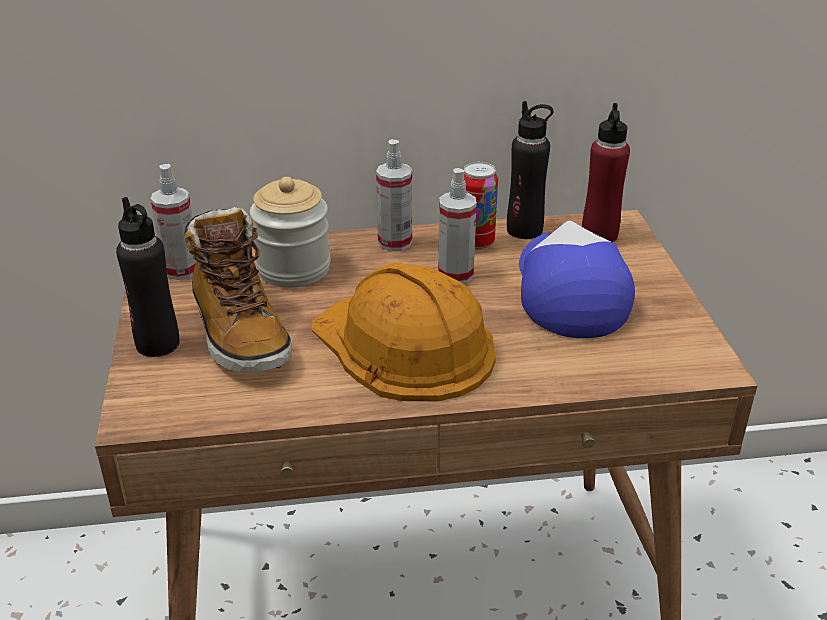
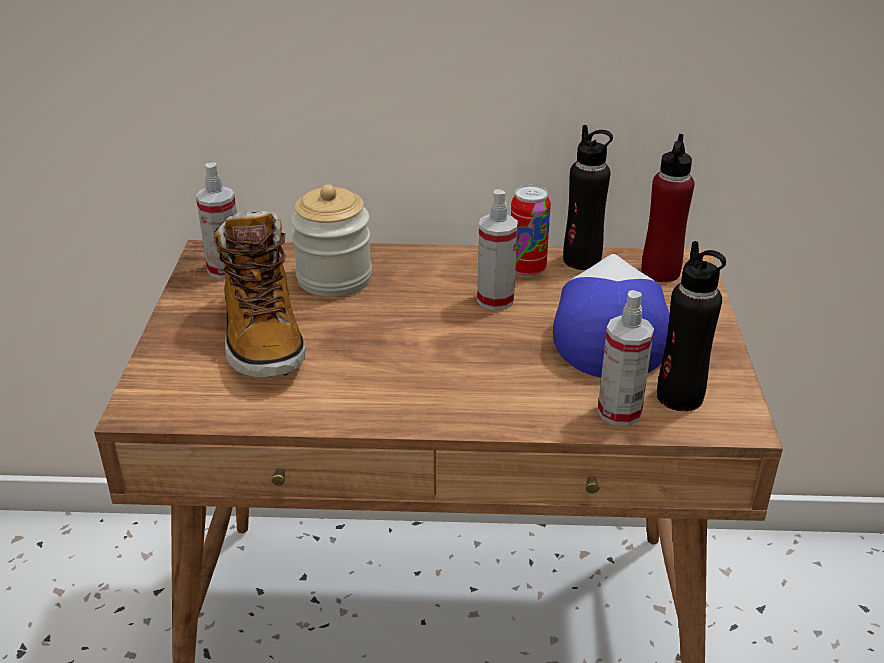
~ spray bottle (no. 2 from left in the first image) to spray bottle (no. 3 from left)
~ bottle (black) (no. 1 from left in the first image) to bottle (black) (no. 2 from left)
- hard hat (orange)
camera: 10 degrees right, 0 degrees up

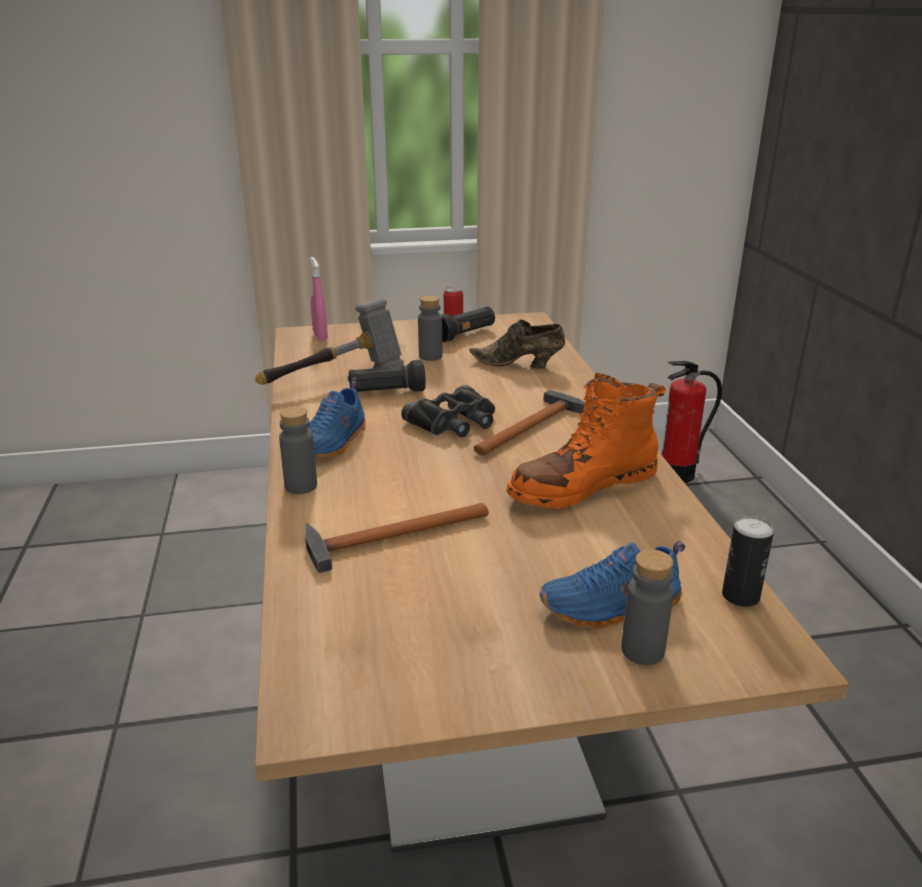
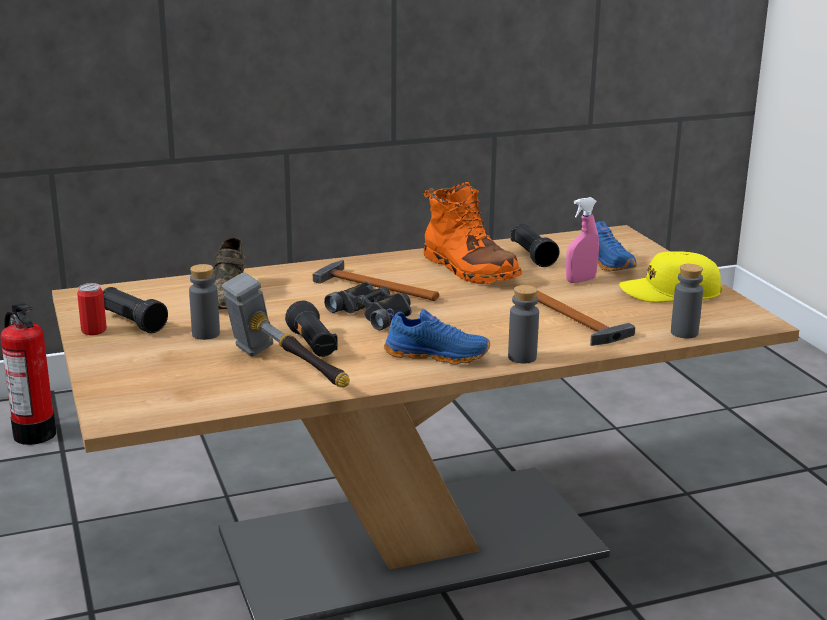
+ flashlight (black) (no. 3 from left)
~ spray bottle (pink)
+ cap (yellow)
~ bottle (grey) (no. 3 from left)
- can (no. 2 from left)
camera: 100 degrees left, 5 degrees down

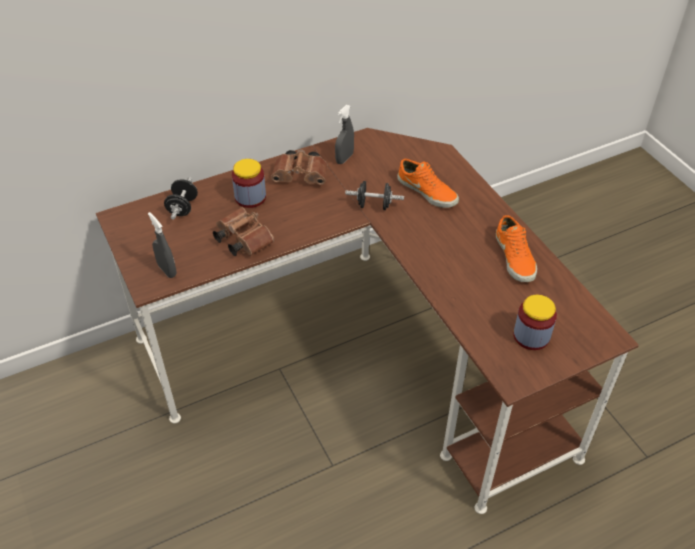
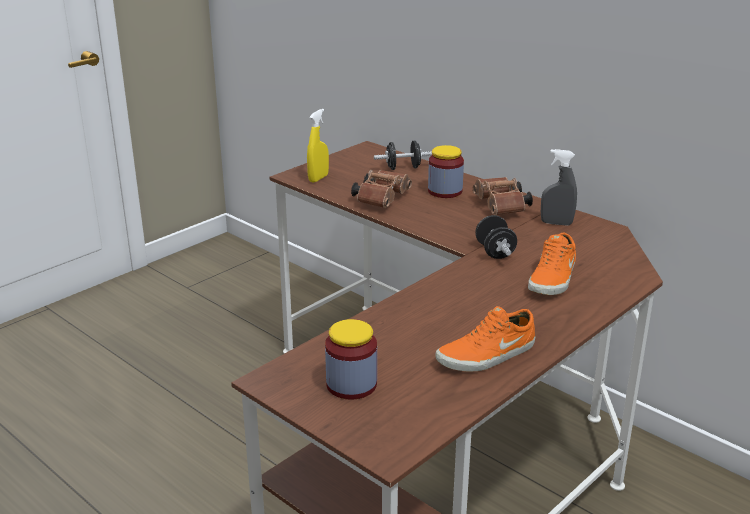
~ spray bottle (grey) (no. 1 from left) to spray bottle (yellow)
camera: 70 degrees right, 20 degrees down

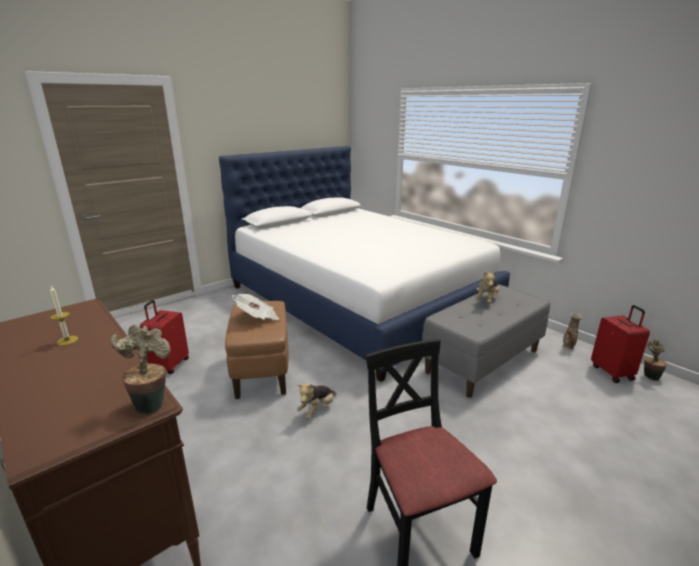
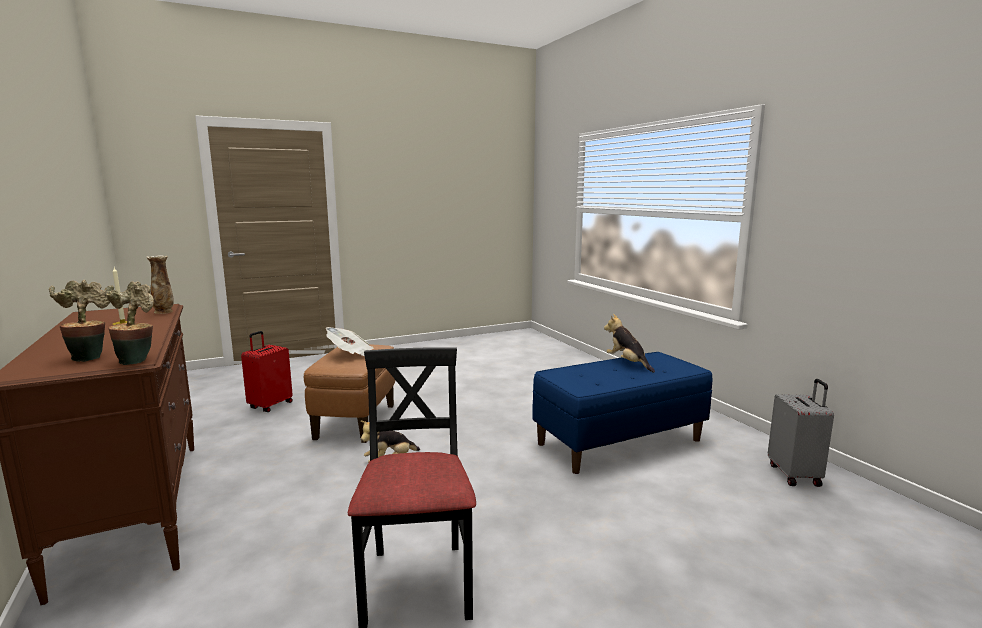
~ potted plant (no. 2 from left in the first image) to potted plant (no. 1 from left)
~ vase
~ bench (grey) to bench (blue)
~ plush toy (no. 2 from left) 105 degrees clockwise
~ suitcase (red) (no. 2 from left) to suitcase (grey)
- bed (white)
camera: 15 degrees right, 10 degrees down

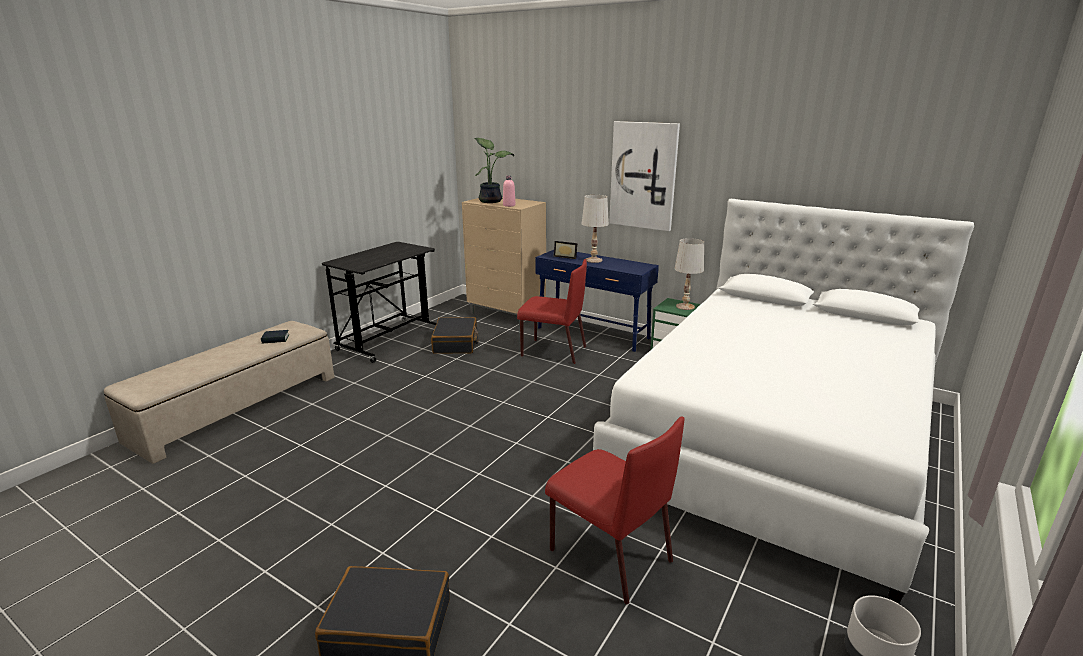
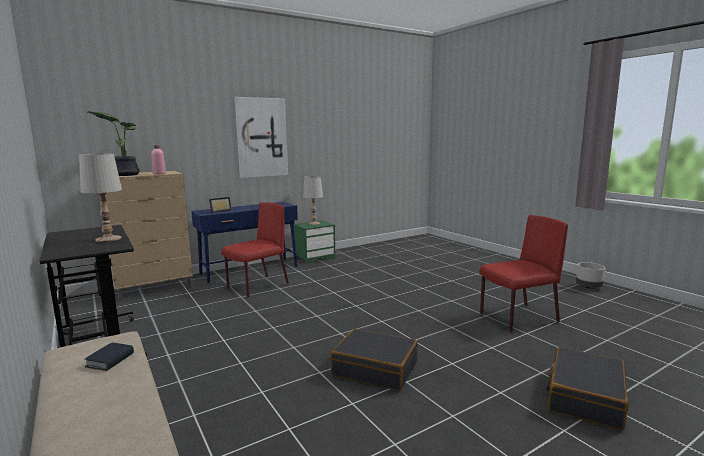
~ table lamp (white) (no. 1 from left)
~ suitcase (black) (no. 2 from left in the first image) to suitcase (black) (no. 1 from left)
- bed (white)
camera: 65 degrees left, 10 degrees down

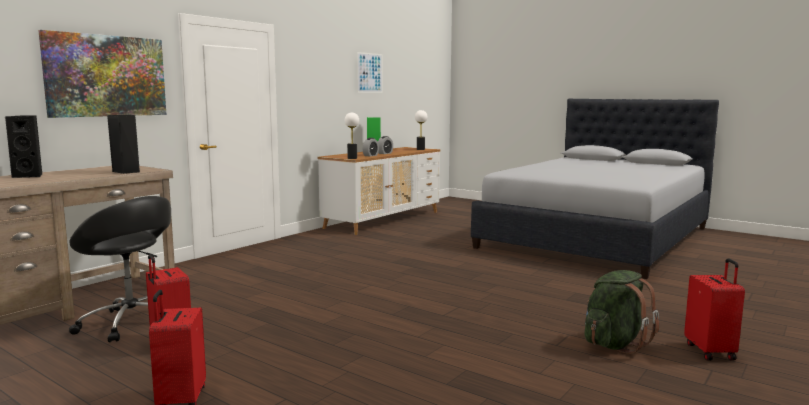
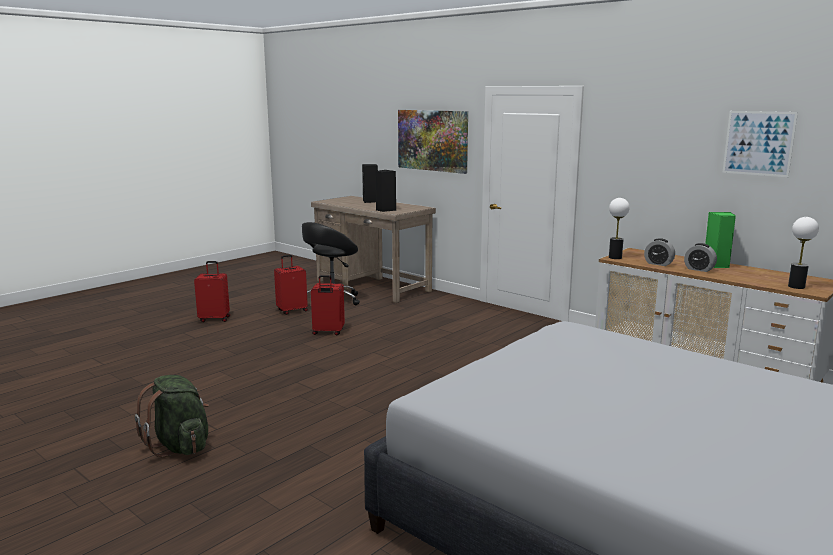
~ suitcase (red) (no. 3 from left)
camera: 95 degrees right, 5 degrees up

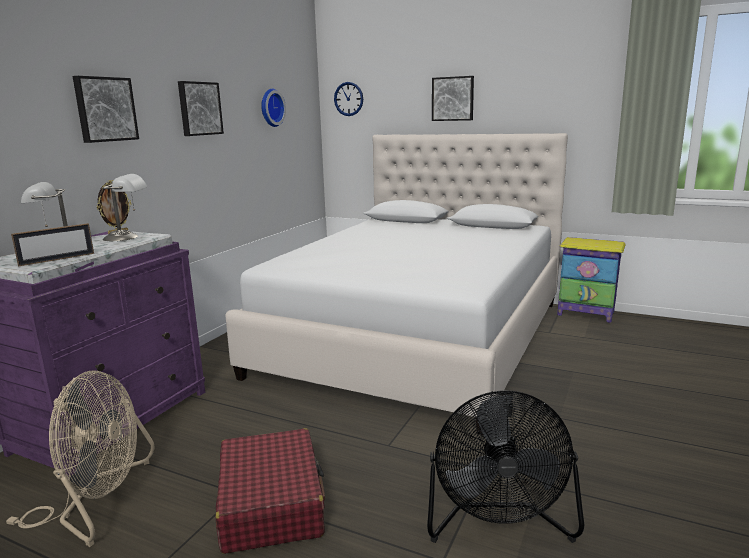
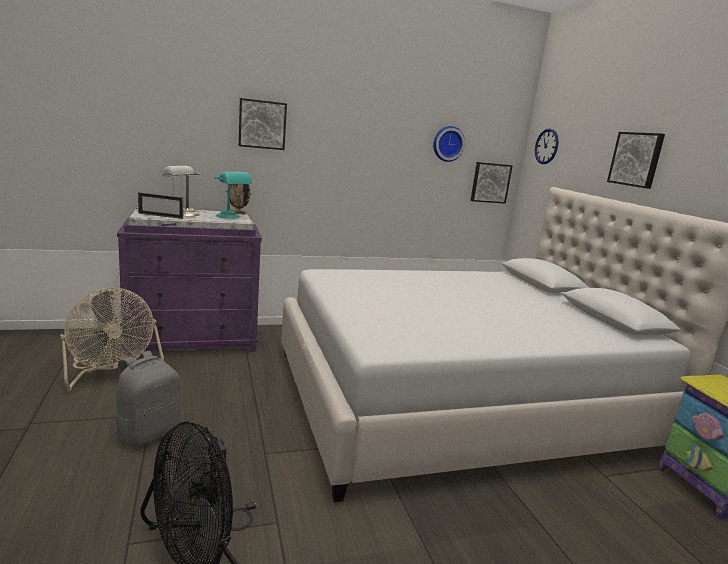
~ suitcase (red) to backpack (grey)
~ table lamp (white) (no. 2 from left) to table lamp (turquoise)
~ picture (no. 2 from left)
camera: 45 degrees right, 0 degrees up

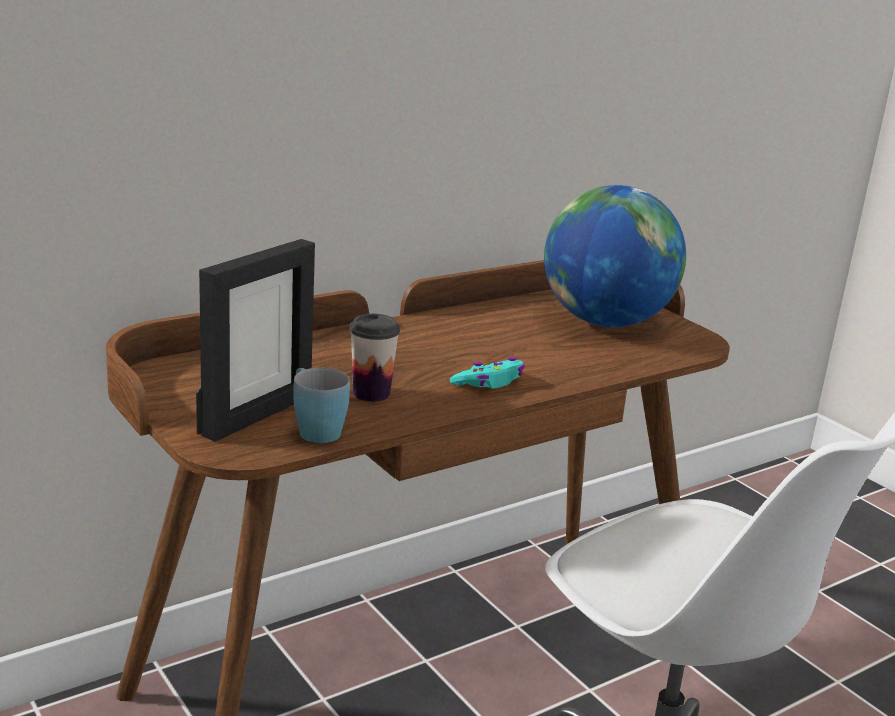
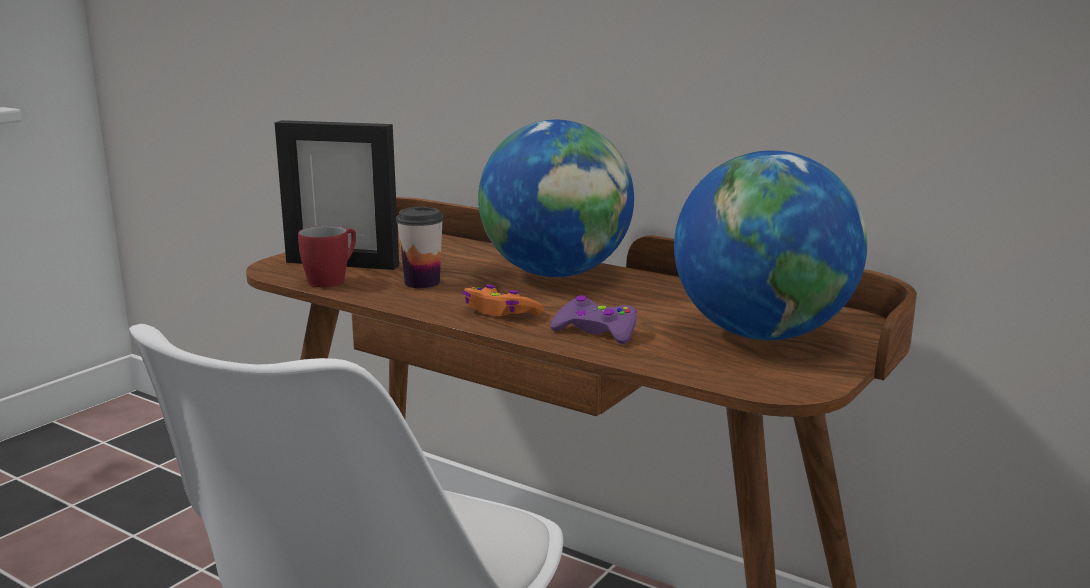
~ mug (blue) to mug (red)
~ game controller (turquoise) to game controller (orange)
+ globe (no. 1 from left)
+ game controller (purple)
camera: 70 degrees right, 5 degrees down

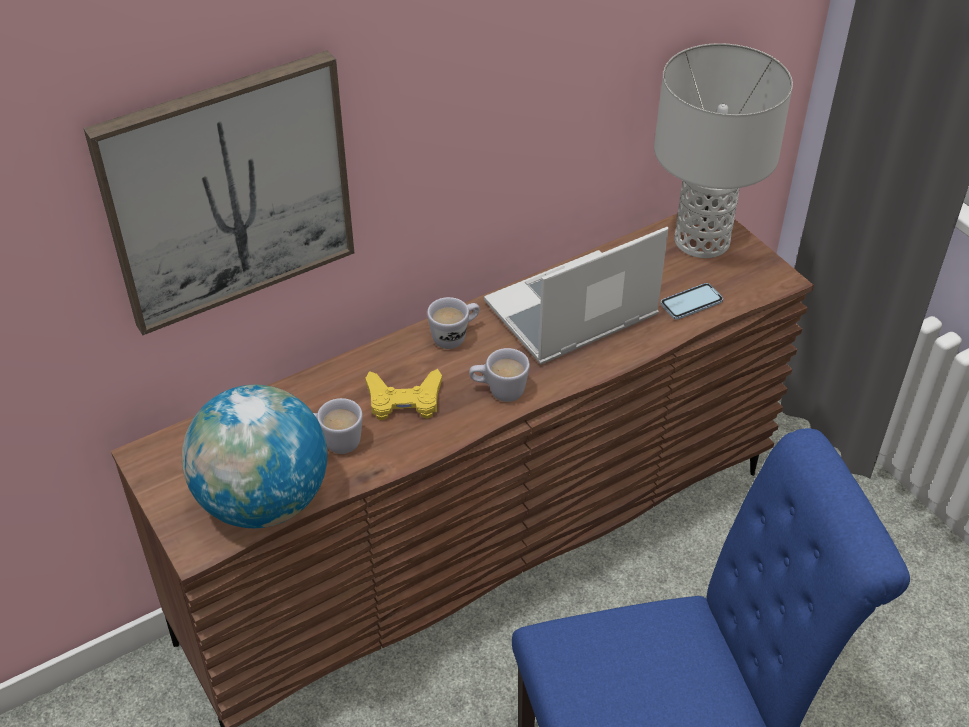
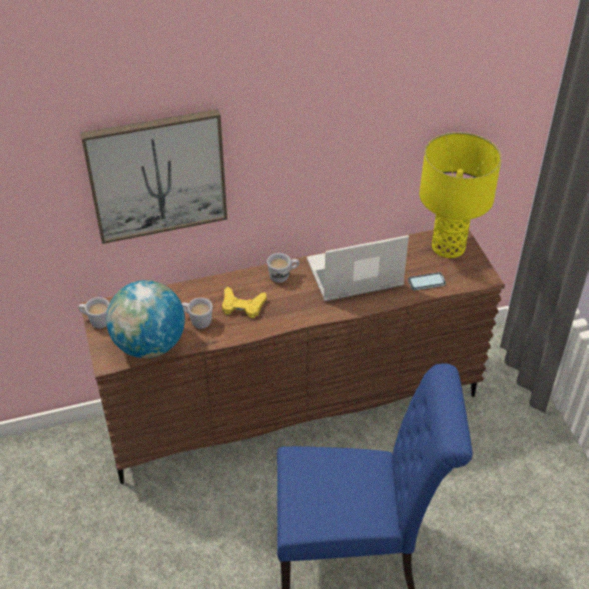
~ mug (white) (no. 3 from left in the first image) to mug (white) (no. 1 from left)
~ table lamp (white) to table lamp (yellow)
camera: 15 degrees right, 0 degrees up

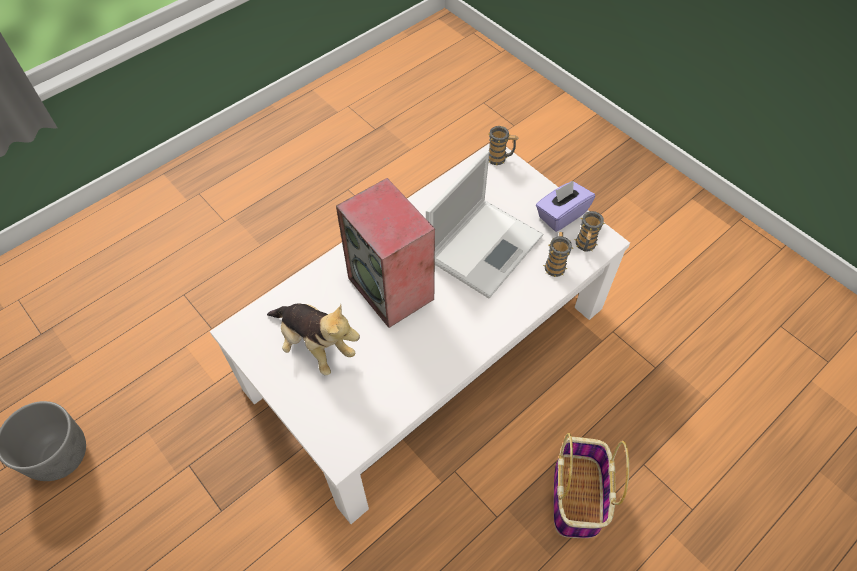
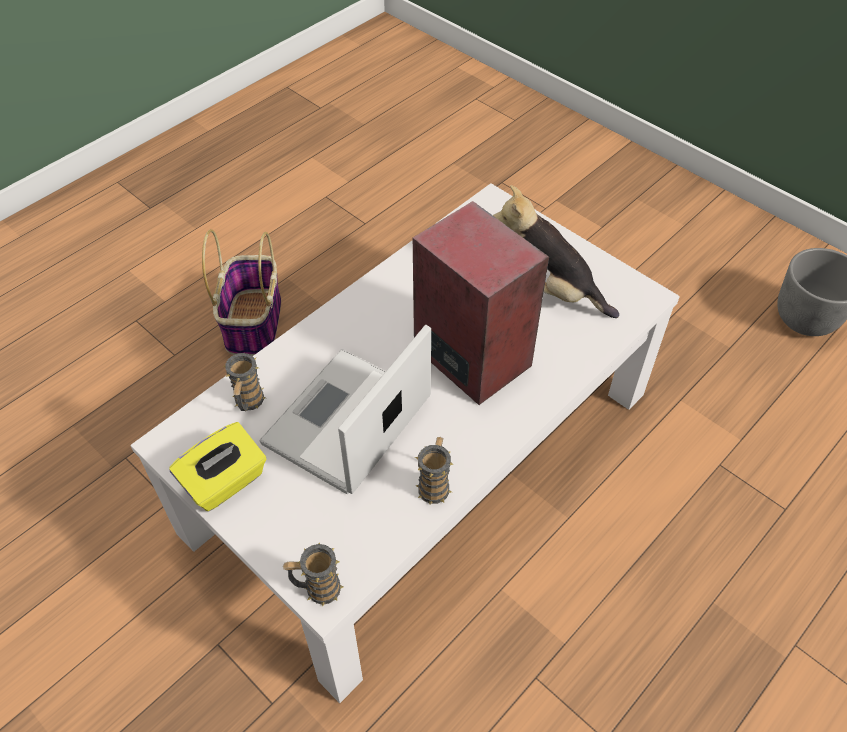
~ tissue box (purple) to tissue box (yellow)
~ mug (no. 3 from left)
camera: 175 degrees right, 5 degrees down

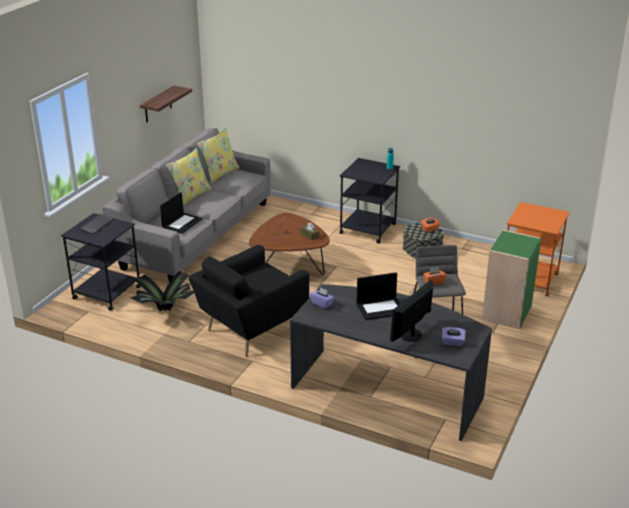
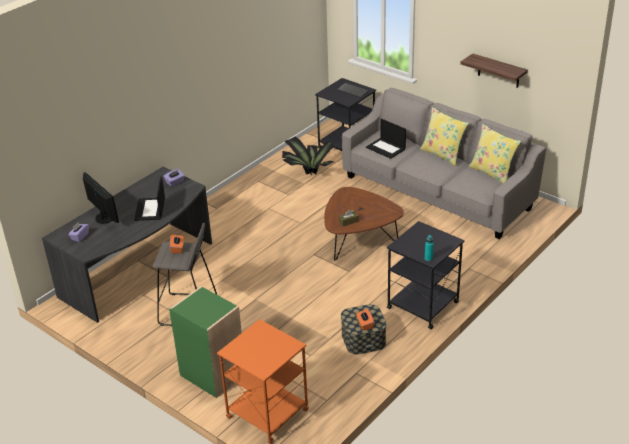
- armchair (black)
camera: 105 degrees right, 5 degrees up

